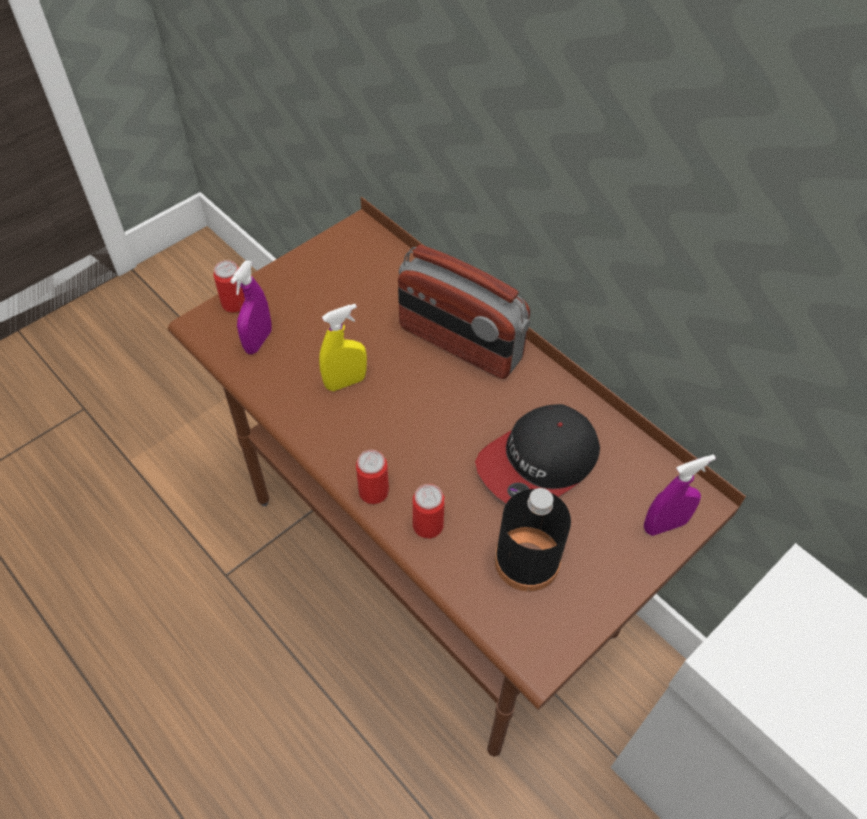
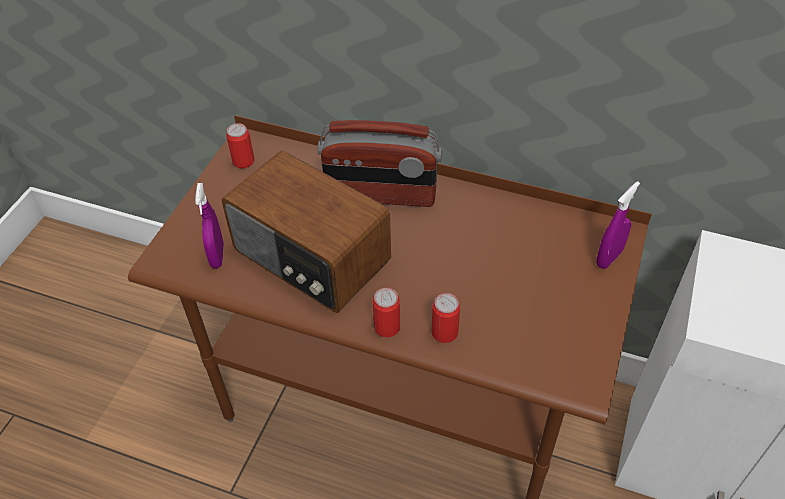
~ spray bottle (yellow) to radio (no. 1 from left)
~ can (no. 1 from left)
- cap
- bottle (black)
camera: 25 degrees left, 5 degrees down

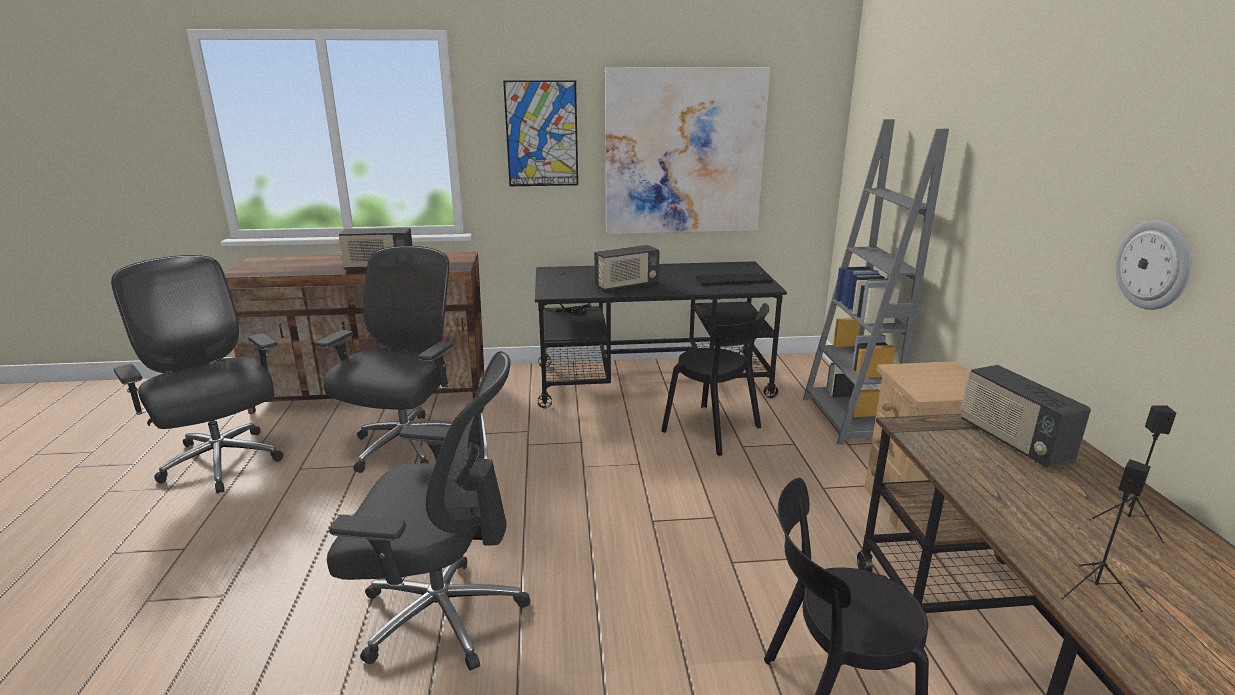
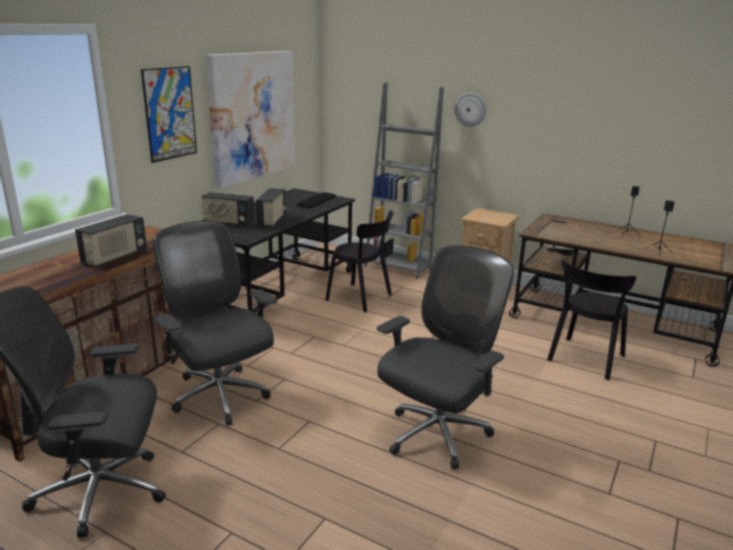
~ radio (no. 3 from left in the first image) to radio (no. 2 from left)
~ chair (black) (no. 1 from left) 45 degrees clockwise
~ wall clock
camera: 55 degrees left, 0 degrees up

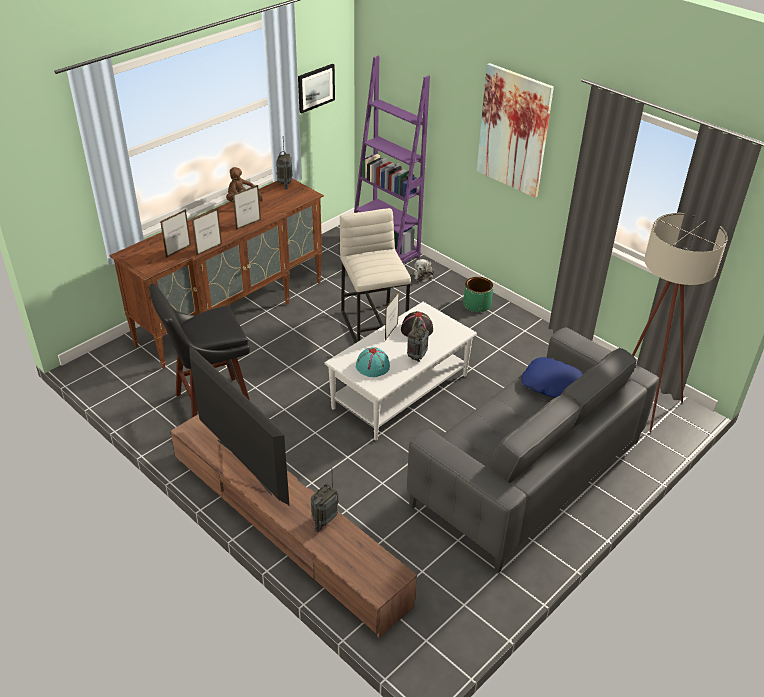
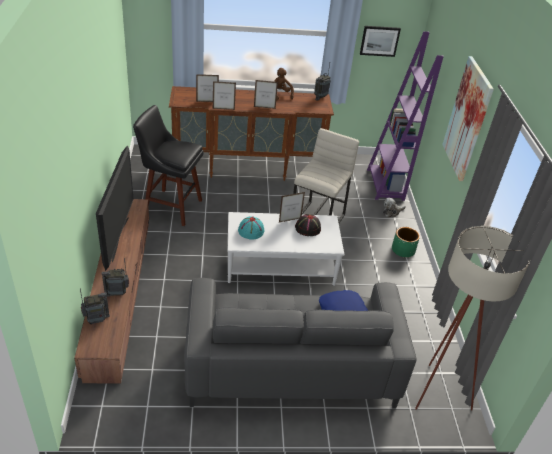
~ radio (no. 3 from left in the first image) to radio (no. 1 from left)
camera: 40 degrees right, 0 degrees up

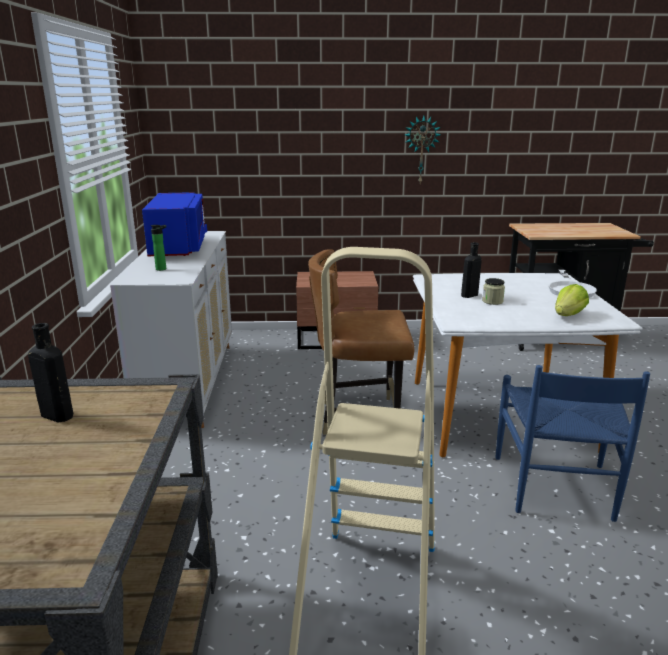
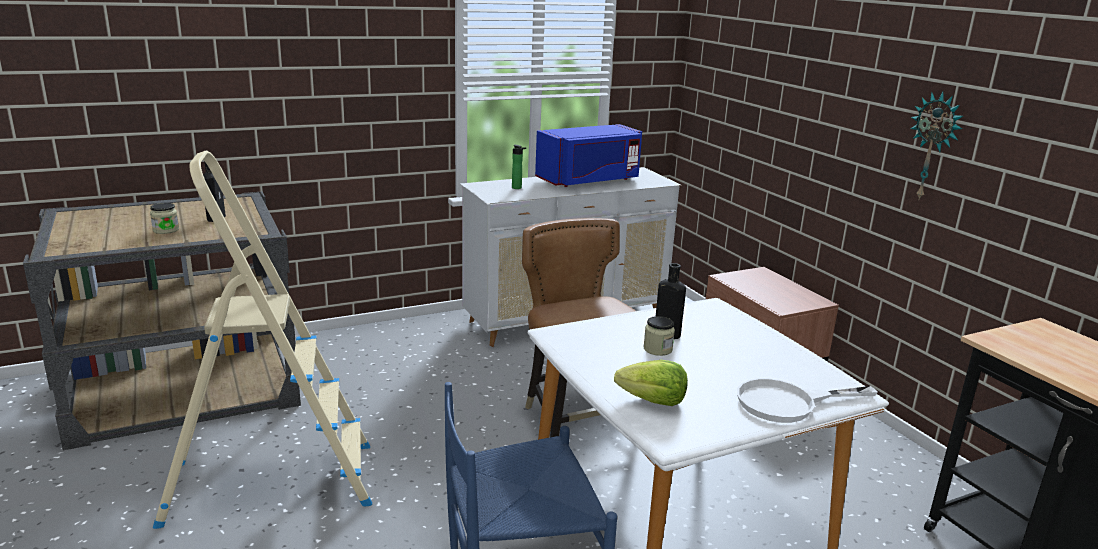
+ jar (no. 1 from left)
camera: 65 degrees right, 0 degrees up

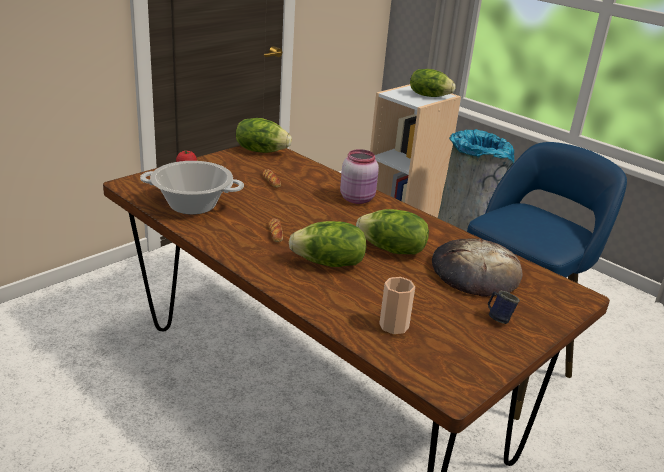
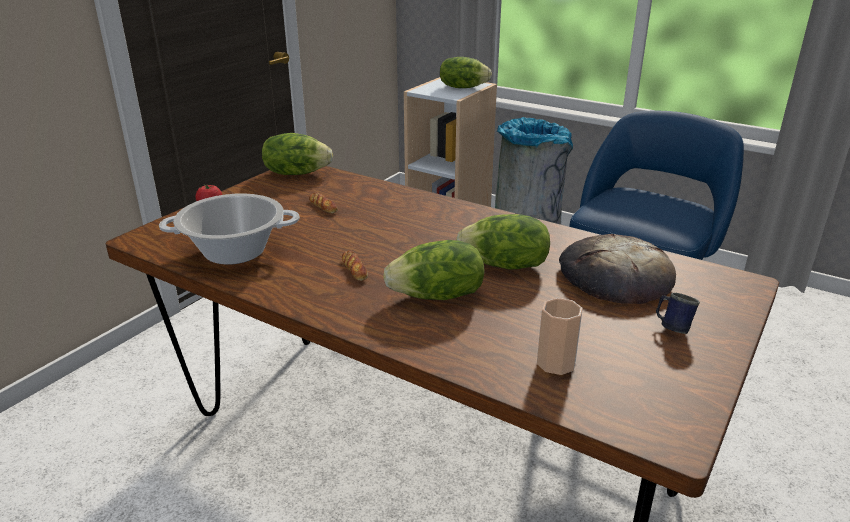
- jar (pink)
camera: 10 degrees left, 0 degrees up

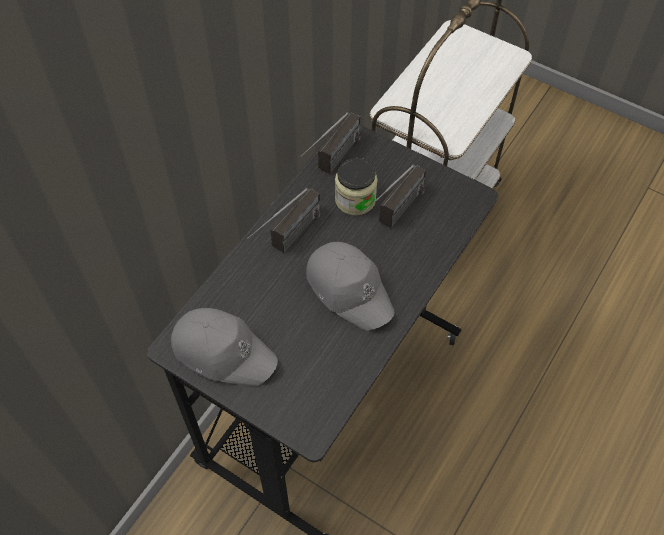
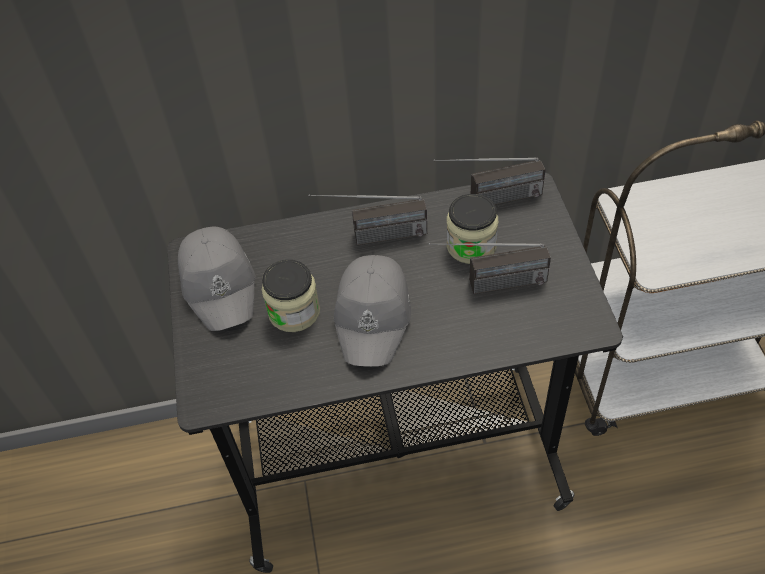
+ jar (no. 1 from left)
camera: 50 degrees right, 5 degrees down

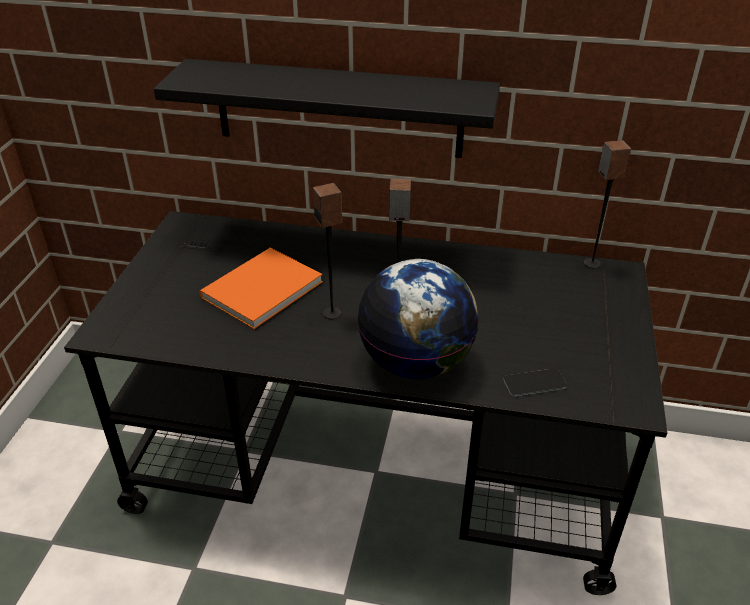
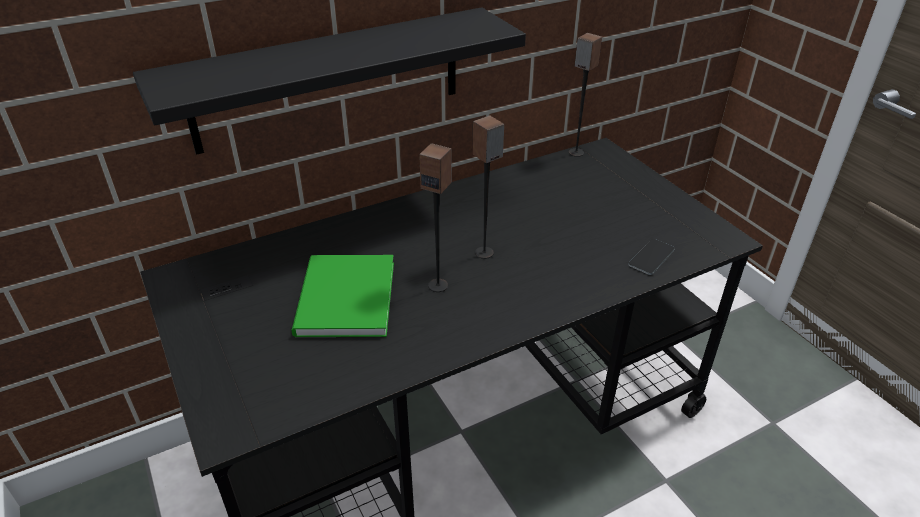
~ book (orange) to book (green)
- globe
camera: 40 degrees left, 0 degrees up

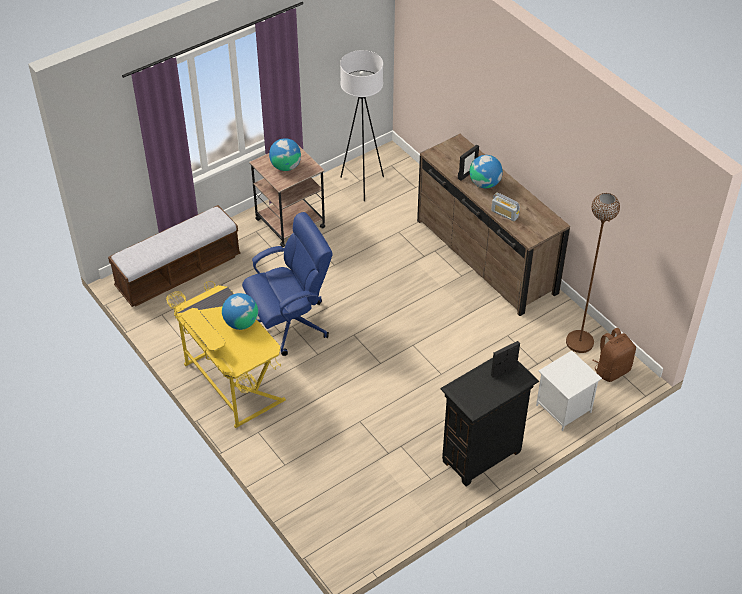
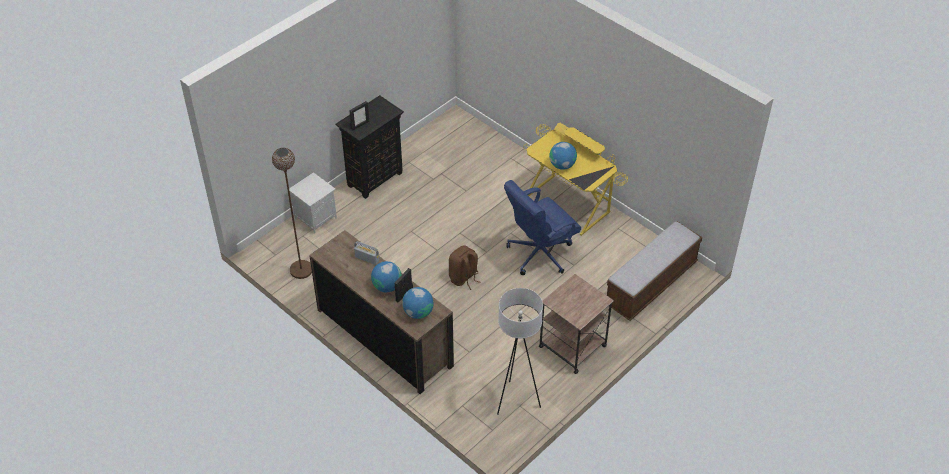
~ globe (no. 2 from left)
~ backpack (brown)
camera: 170 degrees right, 0 degrees up

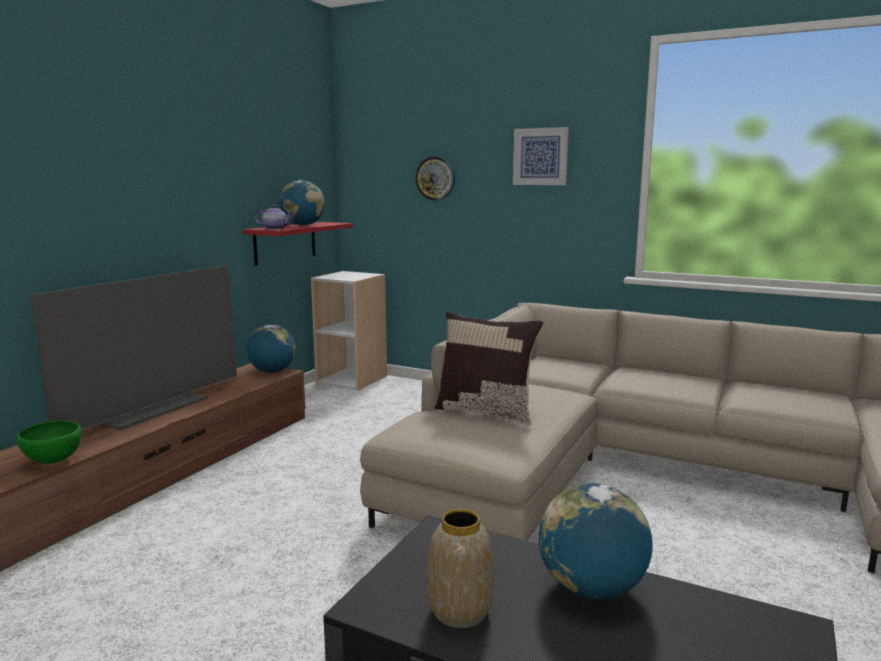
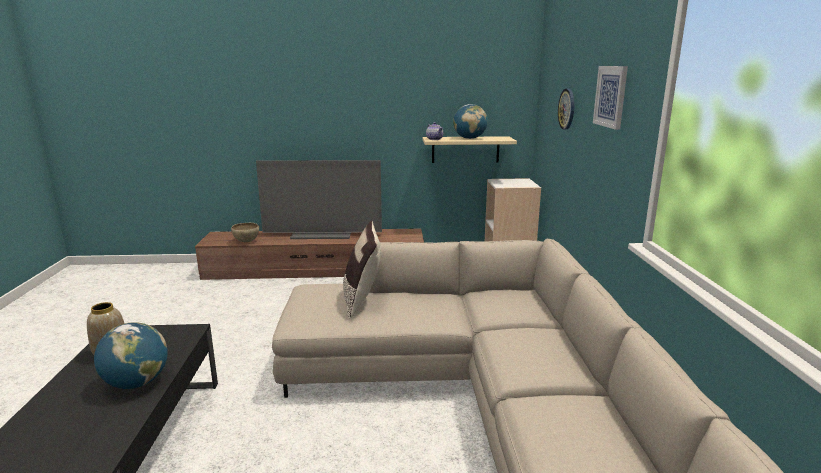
~ bowl (green) to bowl (brown)
~ shelf (red) to shelf (beige)
- globe (no. 1 from left)
camera: 60 degrees right, 5 degrees up

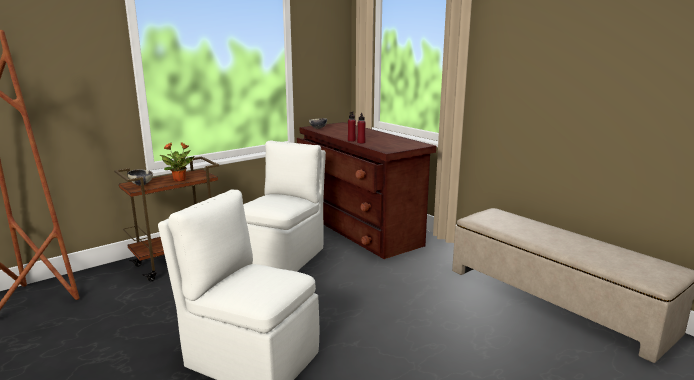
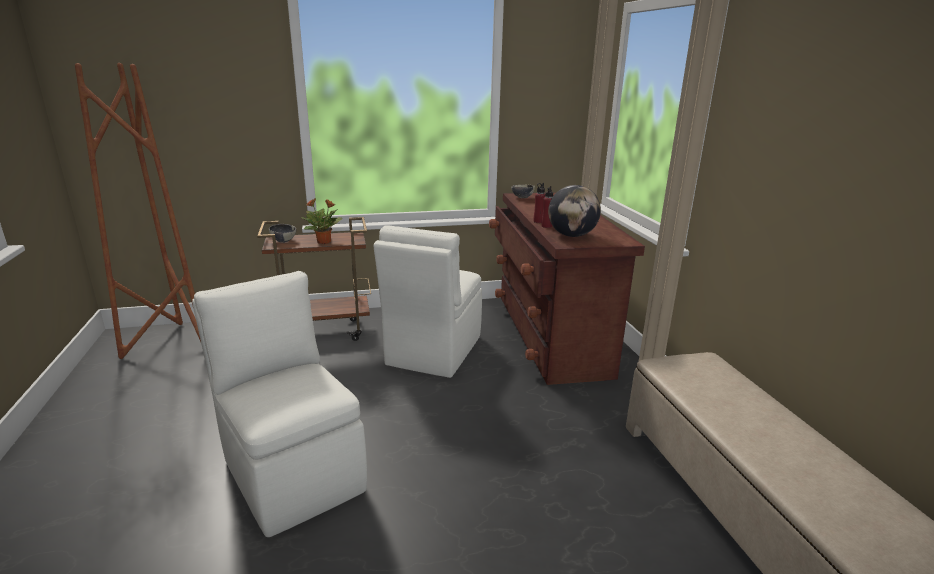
~ chair (white) (no. 2 from left) 150 degrees clockwise
+ globe
camera: 25 degrees right, 5 degrees up

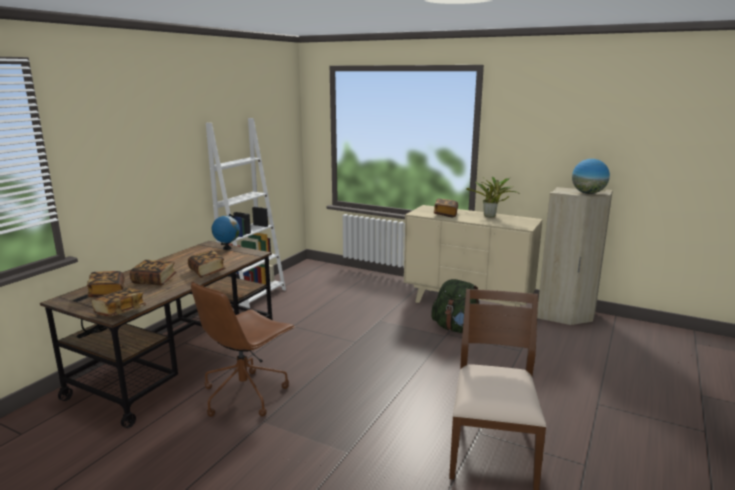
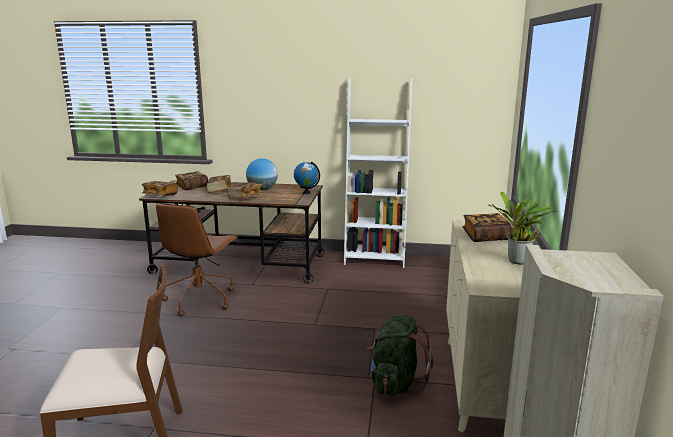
~ office chair (brown) 90 degrees counterclockwise
~ globe (no. 2 from left in the first image) to globe (no. 1 from left)
camera: 70 degrees right, 0 degrees up

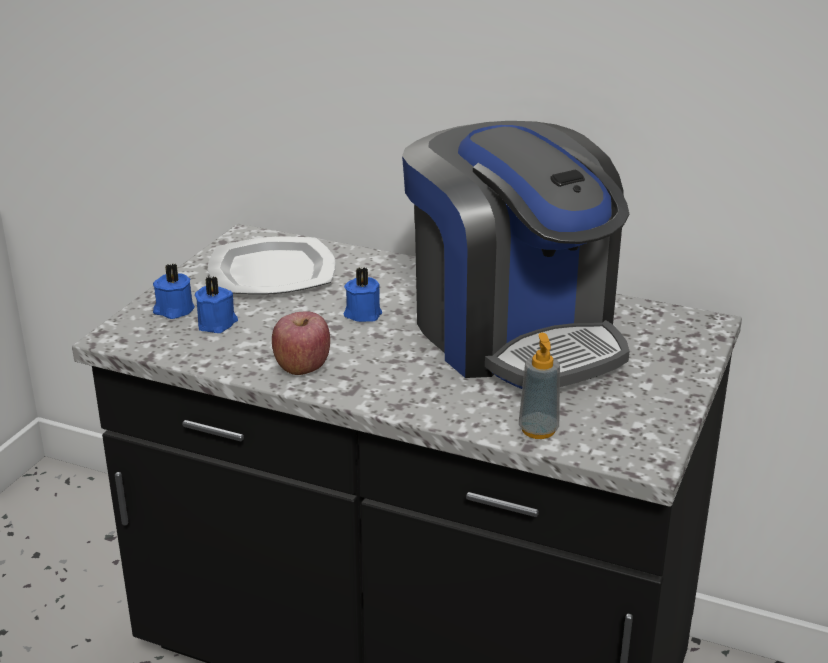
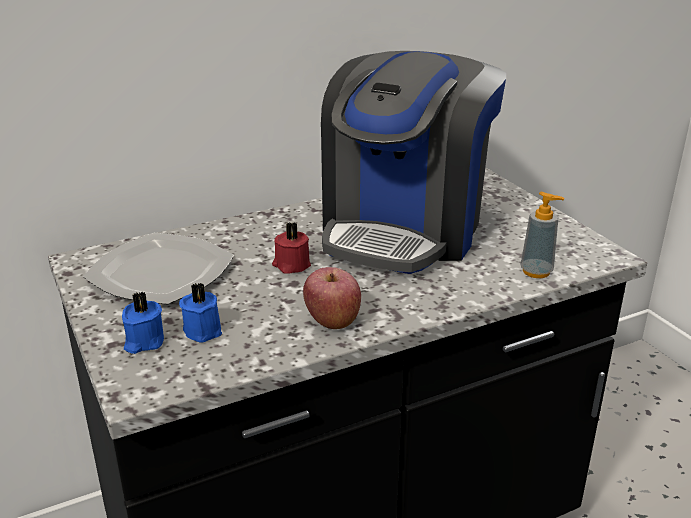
~ candle (blue) (no. 3 from left) to candle (red)
~ coffee machine 105 degrees clockwise
camera: 50 degrees left, 0 degrees up

